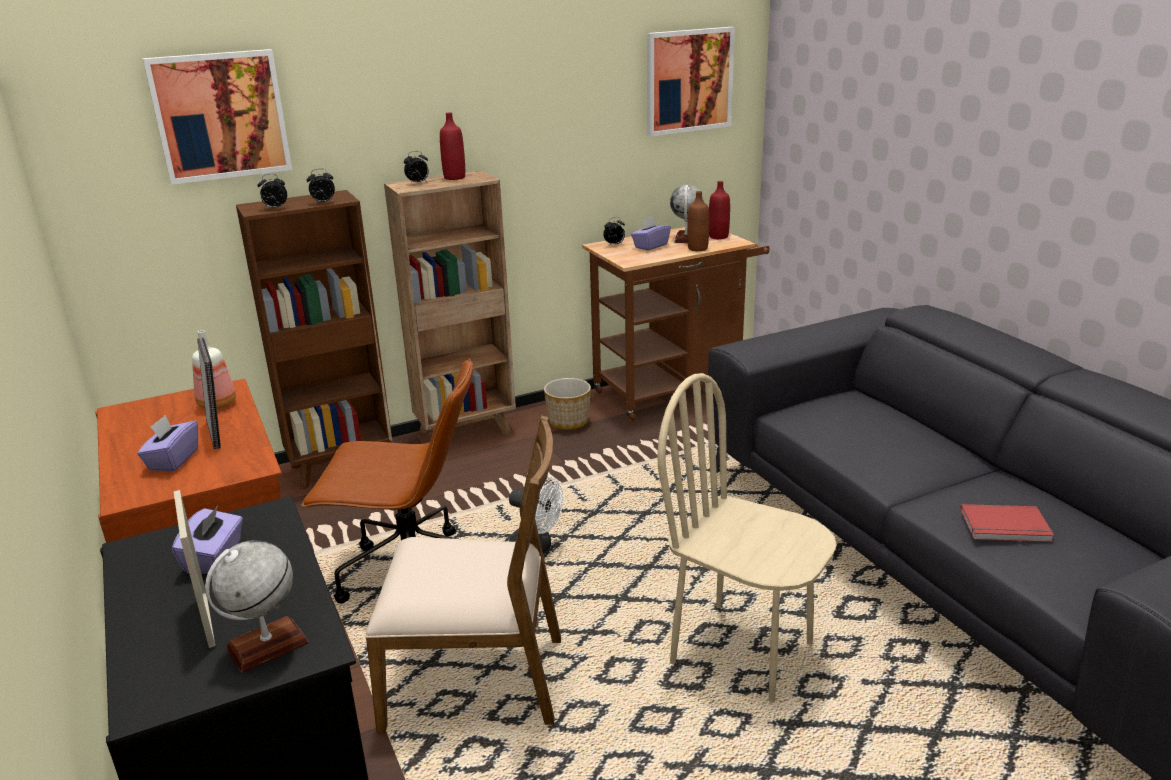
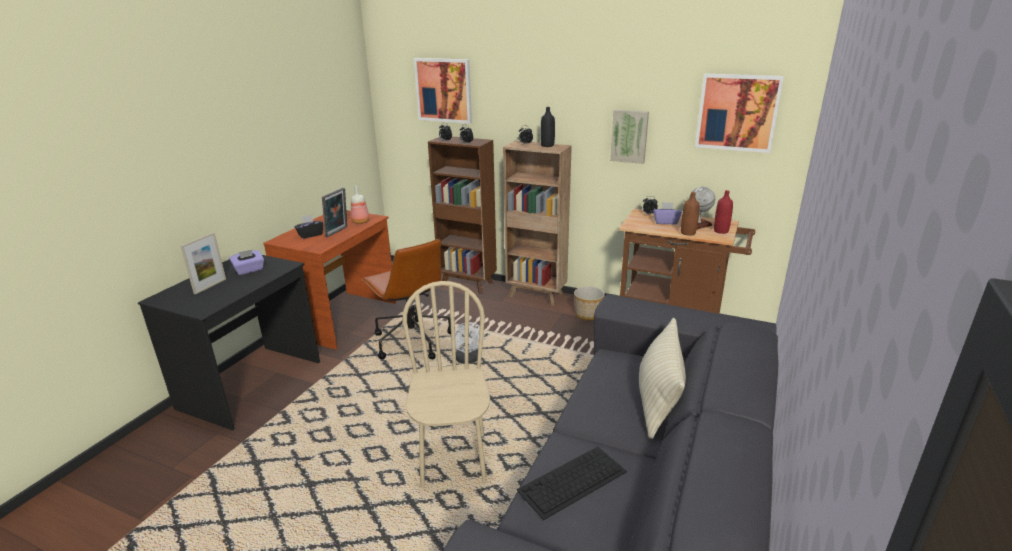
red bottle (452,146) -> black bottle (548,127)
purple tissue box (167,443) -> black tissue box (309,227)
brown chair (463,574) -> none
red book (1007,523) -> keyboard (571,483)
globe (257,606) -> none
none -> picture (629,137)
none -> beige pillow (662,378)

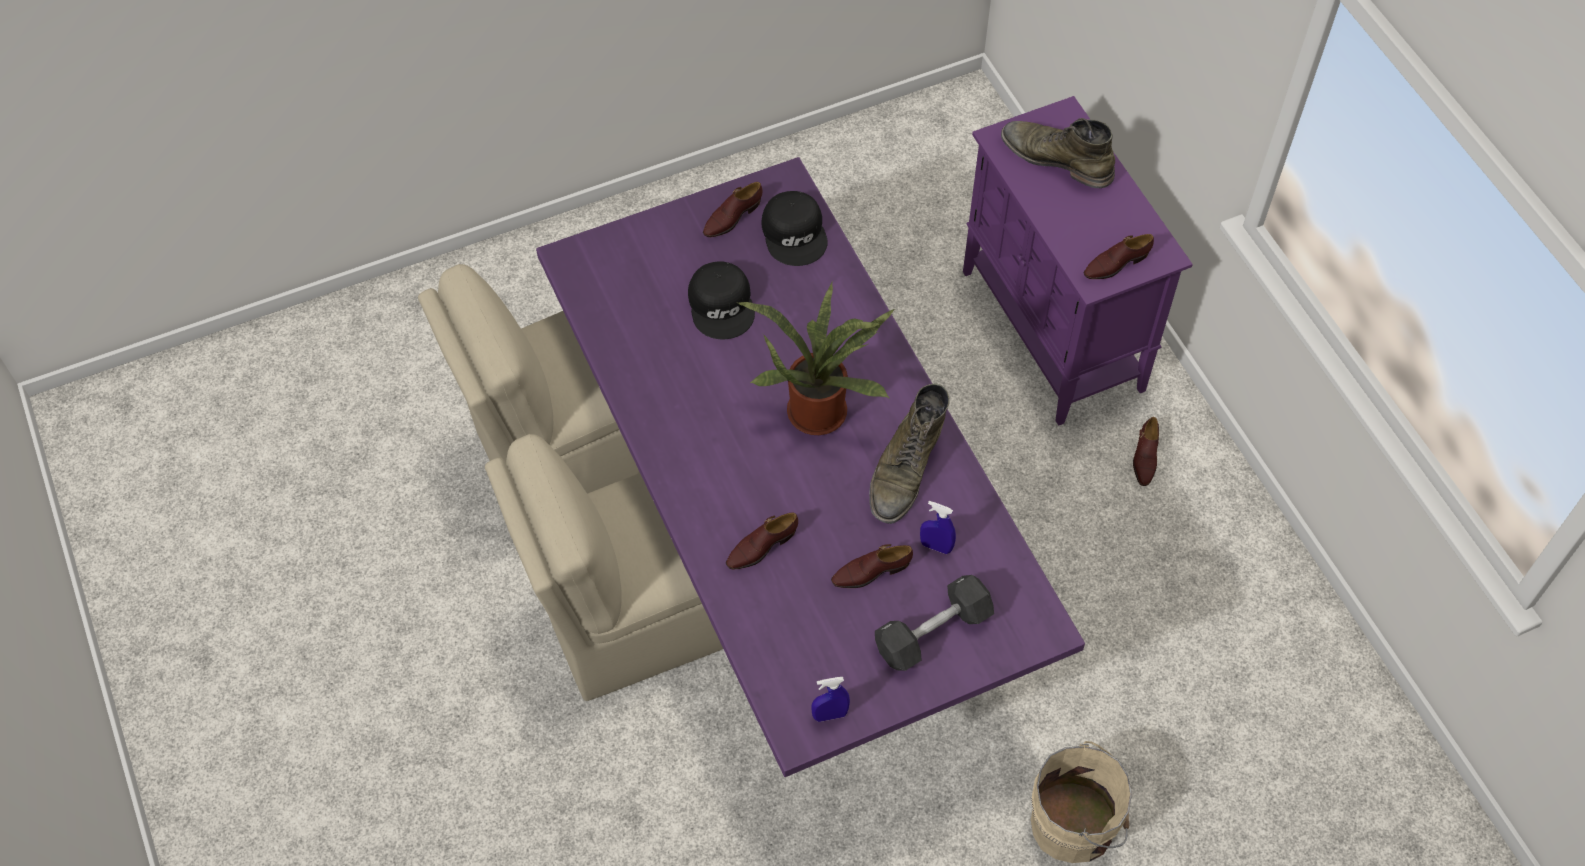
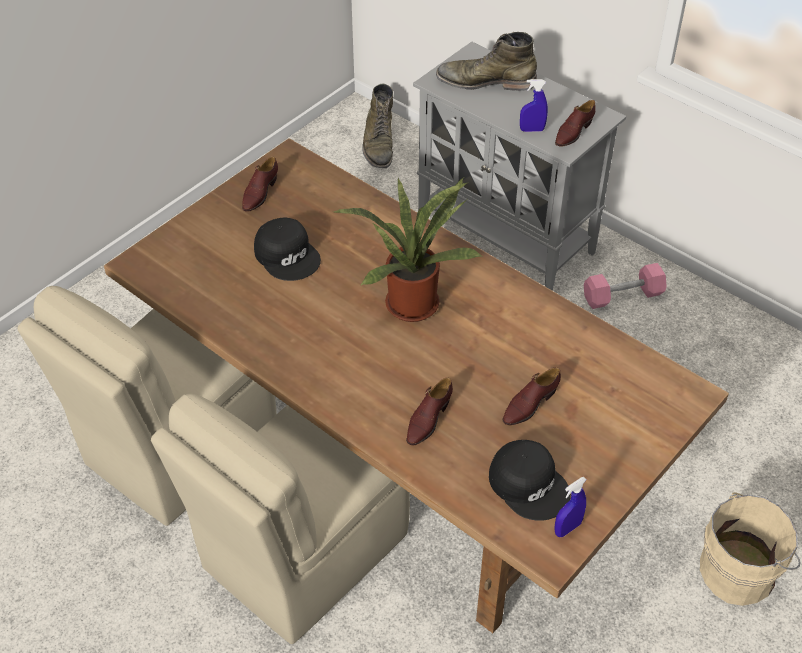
purple cabinet (1078,261) -> grey cabinet (519,166)
purple dining table (810,467) -> brown dining table (416,385)
black cap (794,228) -> black cap (530,480), shifted
green boot (909,453) -> green boot (377,126), shifted
brown shoe (1146,451) -> pink dumbbell (625,286)
blue spray bottle (938,527) -> blue spray bottle (534,105), shifted
black dumbbell (934,623) -> none

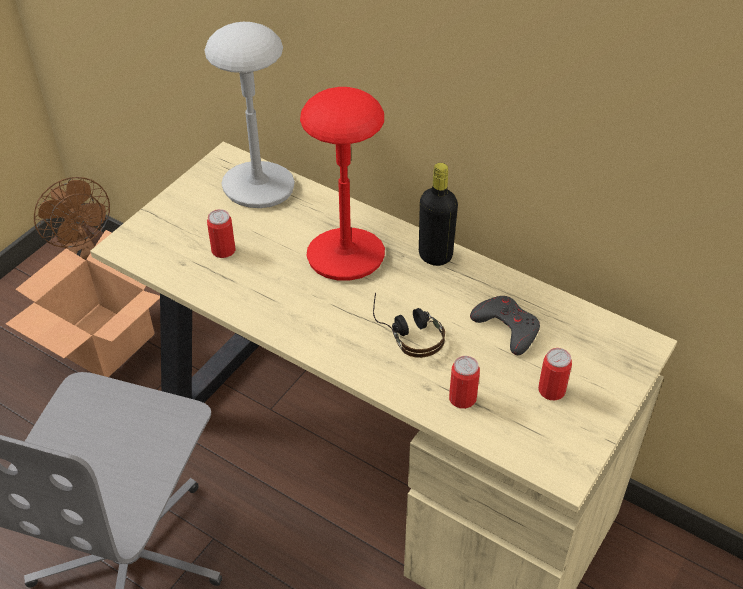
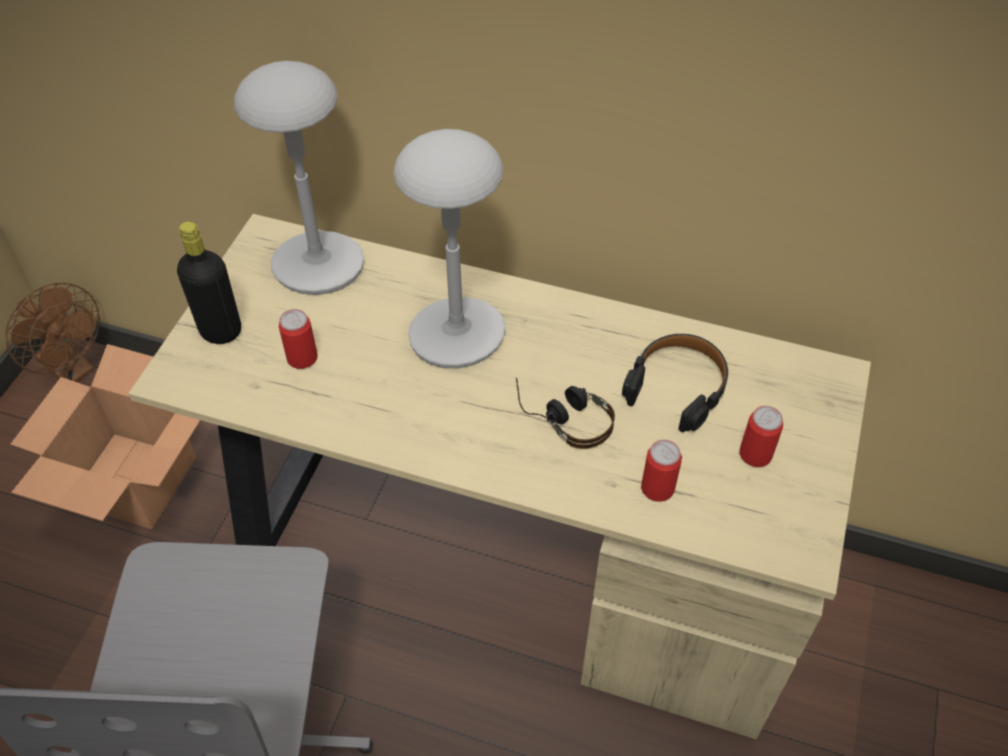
red table lamp (342,184) -> grey table lamp (449,248)
black bottle (438,214) -> black bottle (209,282), shifted
grey game controller (505,325) -> black headphones (675,383)

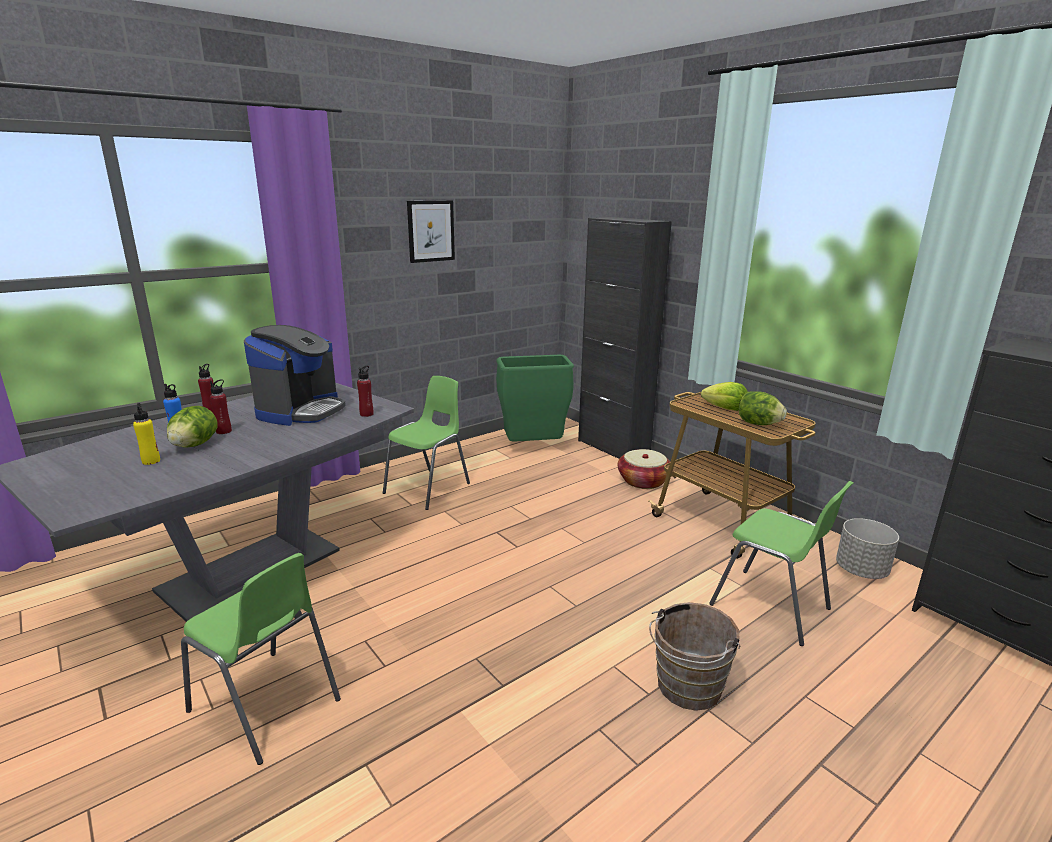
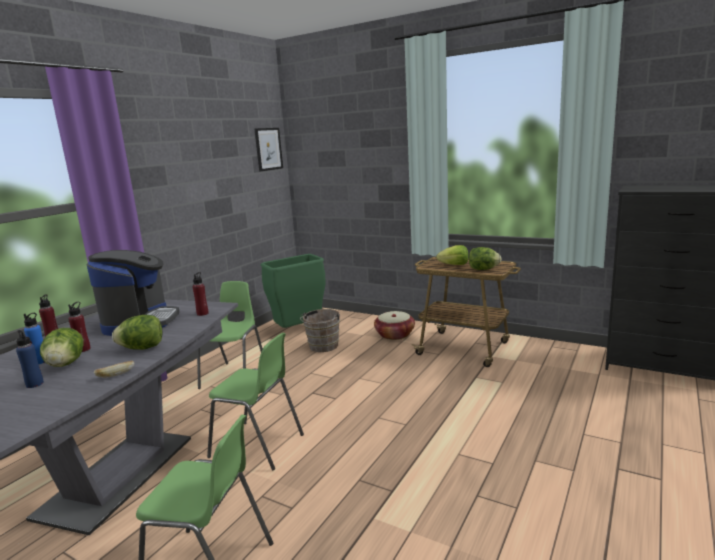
picture (431,231) -> picture (268,149), shifted
black cabinet (625,338) -> none
yellow bottle (146,434) -> blue bottle (30,359)
green chair (781,563) -> green chair (255,401), shifted
grey planter (867,548) -> none
brown bucket (694,656) -> brown bucket (320,330), shifted
none -> lettuce (137,332)
none -> bread (114,369)

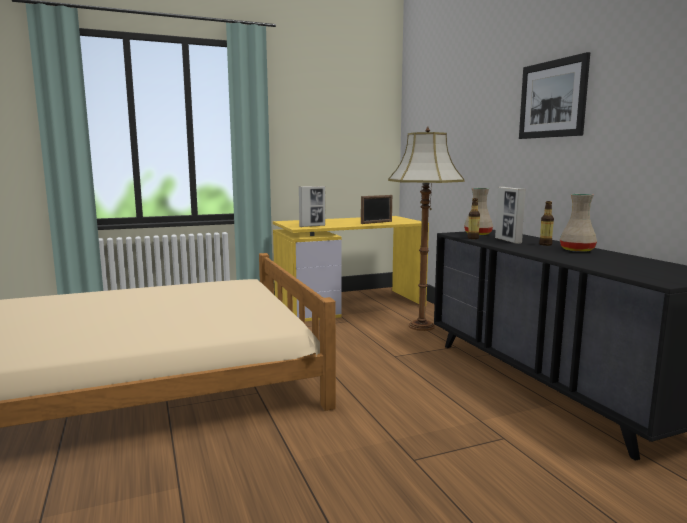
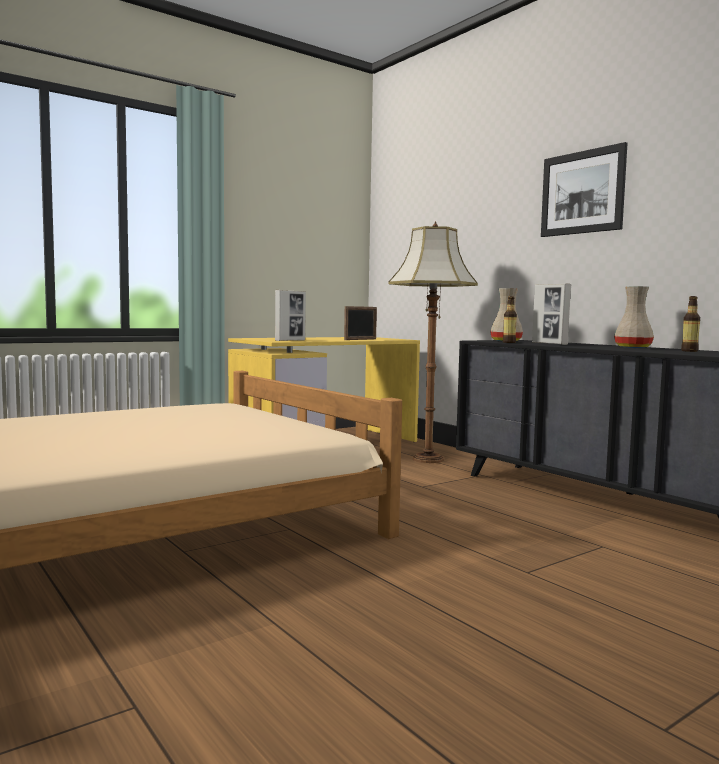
bottle (546,223) -> bottle (690,324), shifted

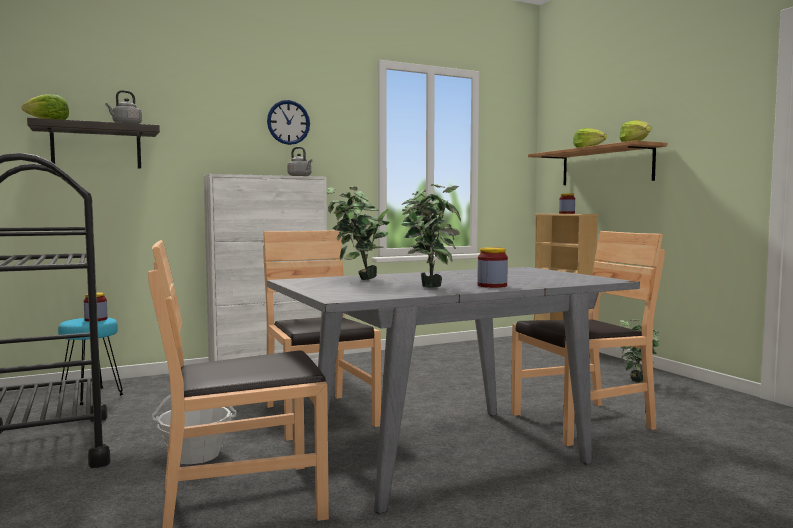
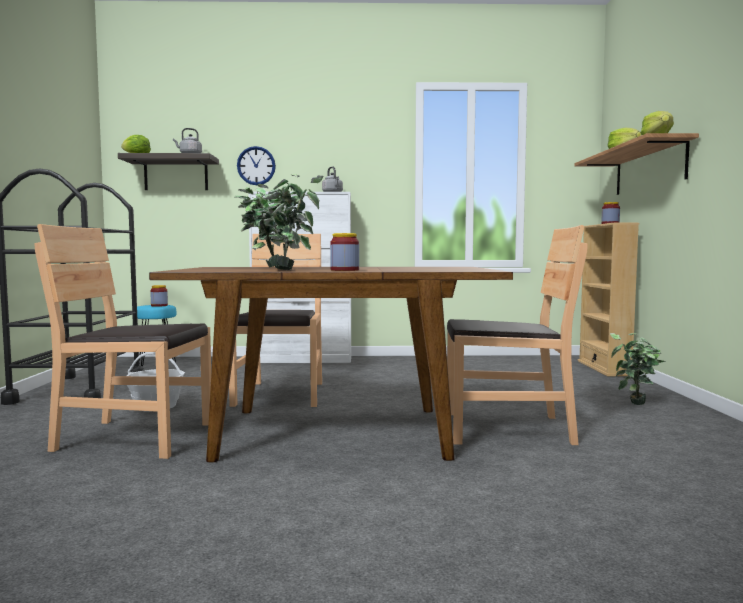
wall clock (288,122) -> wall clock (256,165), shifted
grey dining table (453,390) -> brown dining table (331,364)

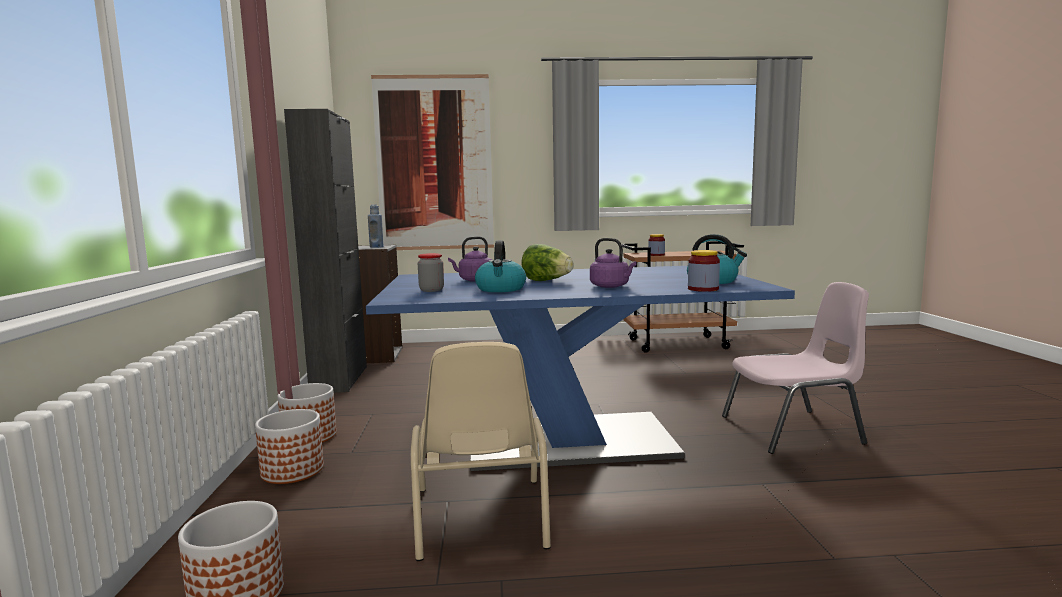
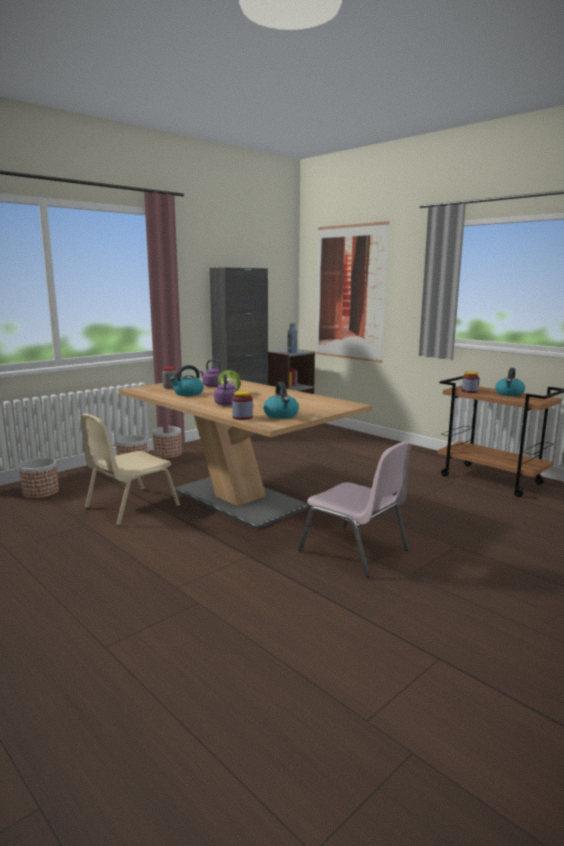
blue dining table (580,368) -> brown dining table (245,453)
none -> kettle (510,382)

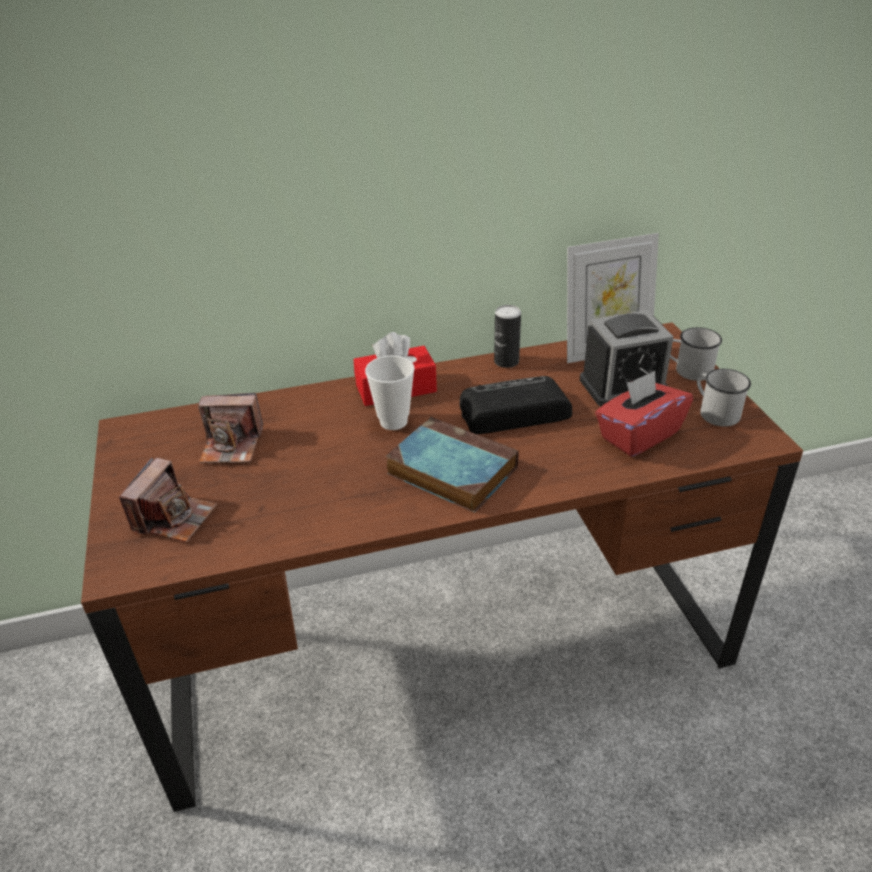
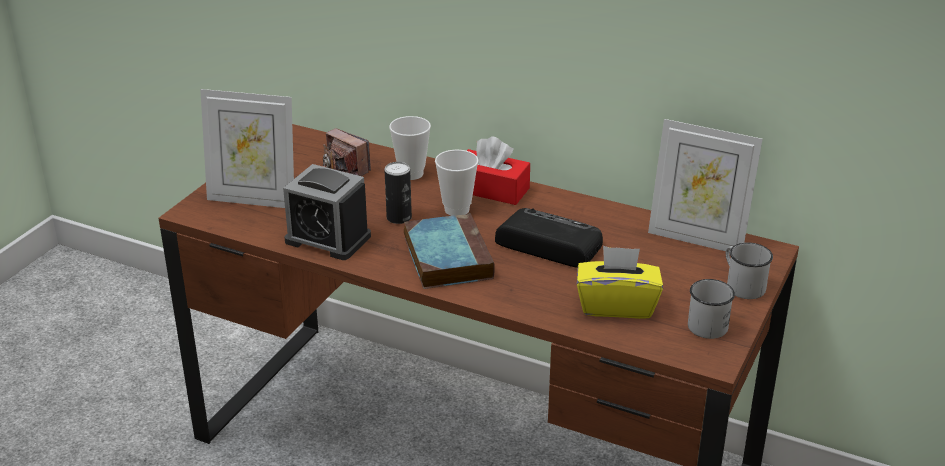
can (507,336) -> can (398,193), shifted
alarm clock (626,358) -> alarm clock (327,212), shifted
red tissue box (644,414) -> yellow tissue box (620,282)
photo camera (168,499) -> picture frame (247,148)
none -> cup (410,148)

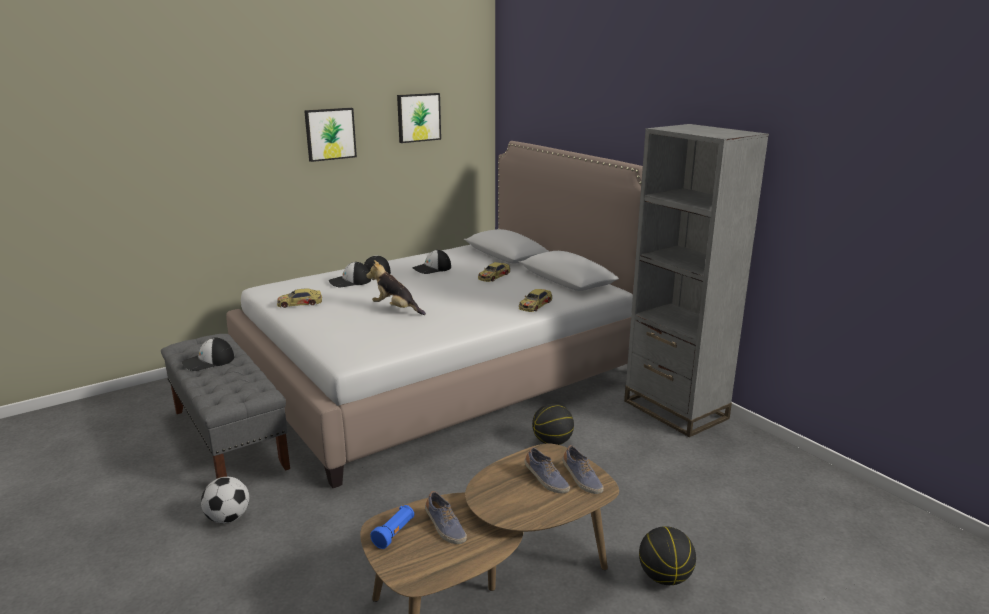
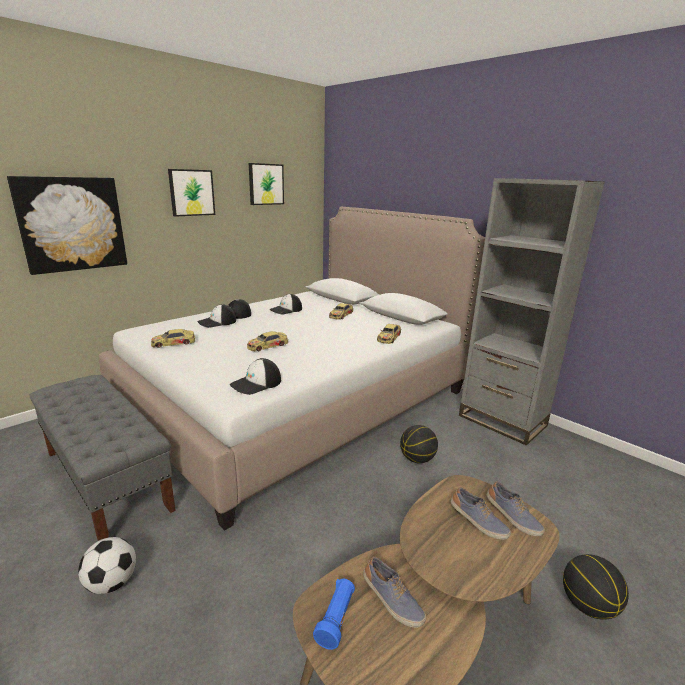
plush toy (396,287) -> toy car (267,341)
cap (208,354) -> cap (255,376), shifted
none -> picture (67,225)

